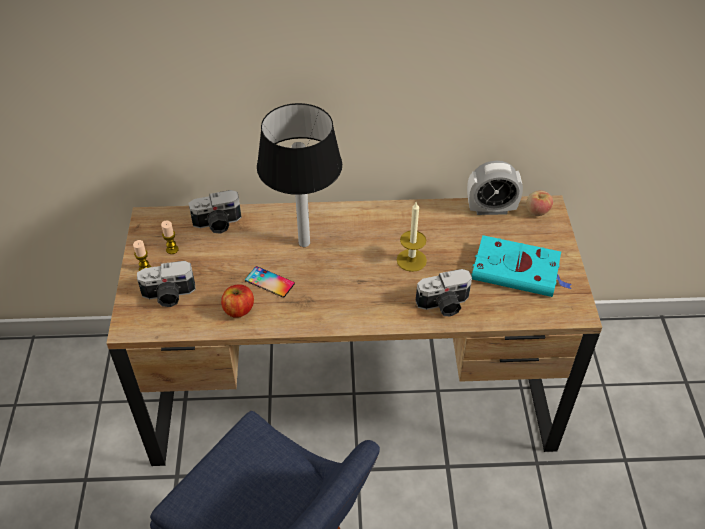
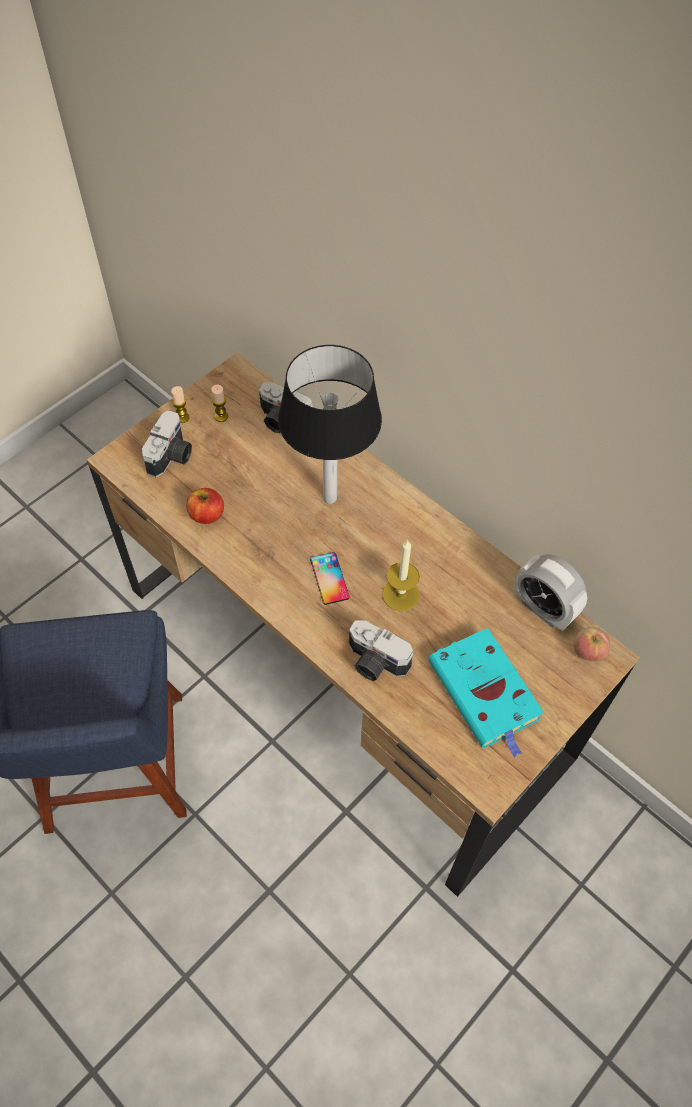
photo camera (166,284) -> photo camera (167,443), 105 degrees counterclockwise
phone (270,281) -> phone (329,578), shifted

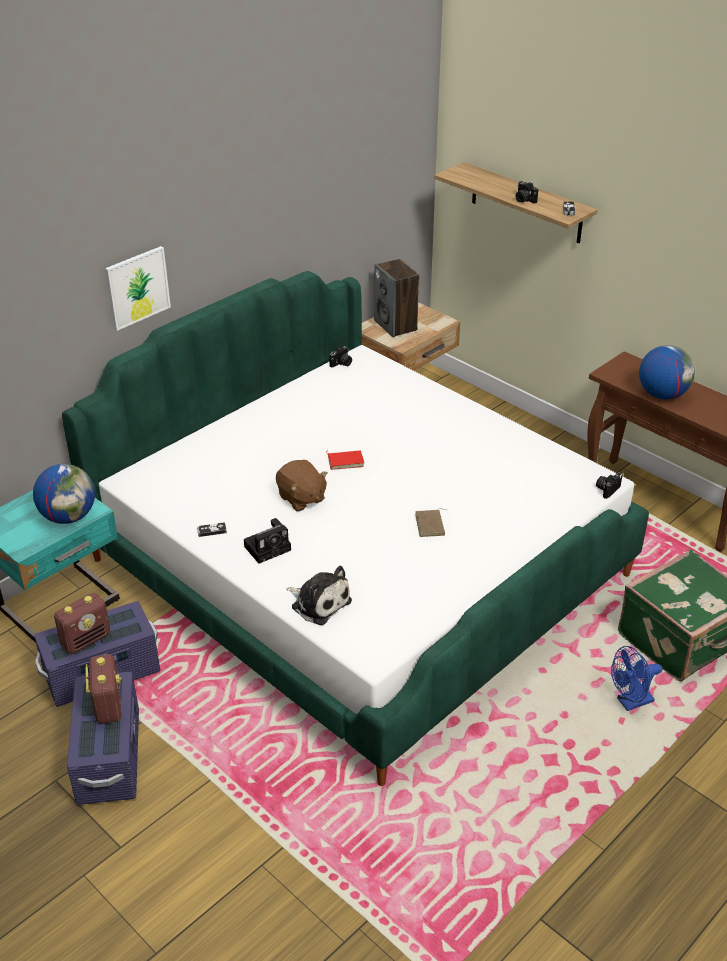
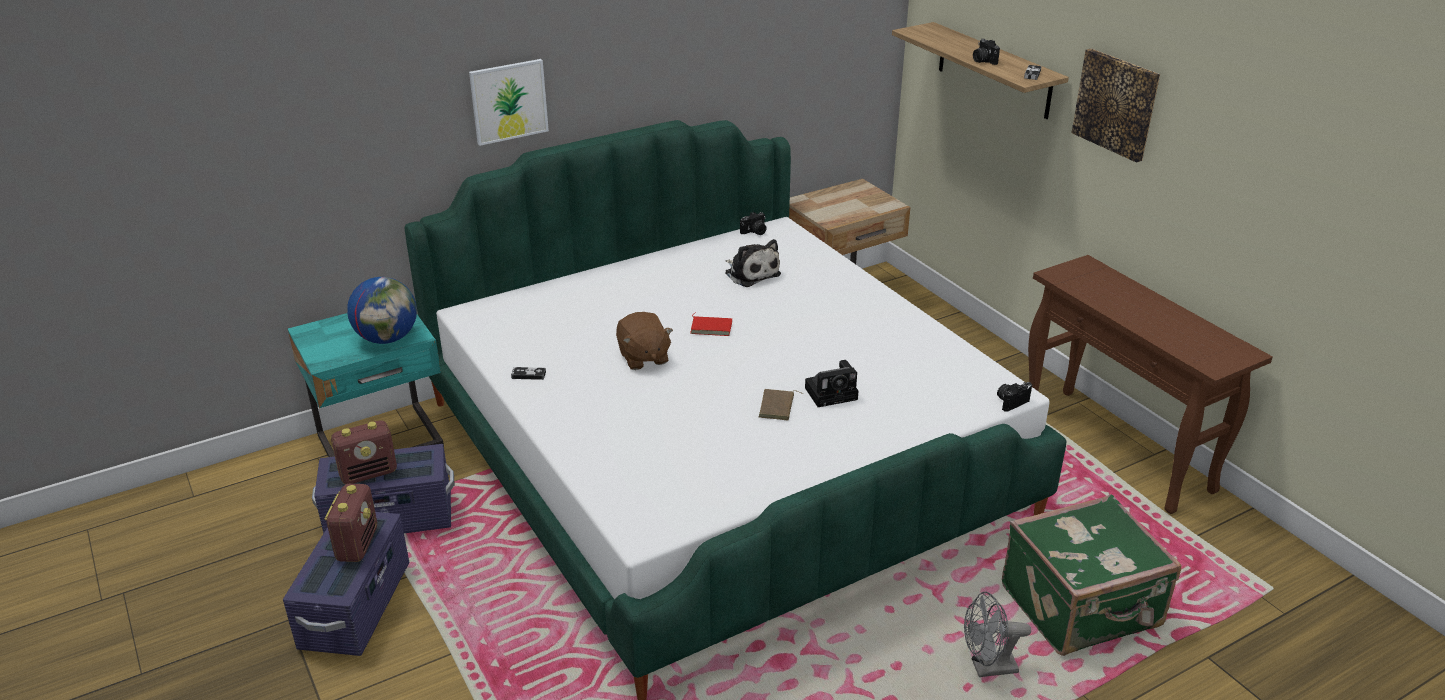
speaker (396,298) -> none
globe (667,372) -> none
photo camera (267,541) -> photo camera (831,383), shifted
plush toy (319,595) -> plush toy (753,263), shifted
blue fan (636,678) -> grey fan (997,634)
none -> picture (1115,105)

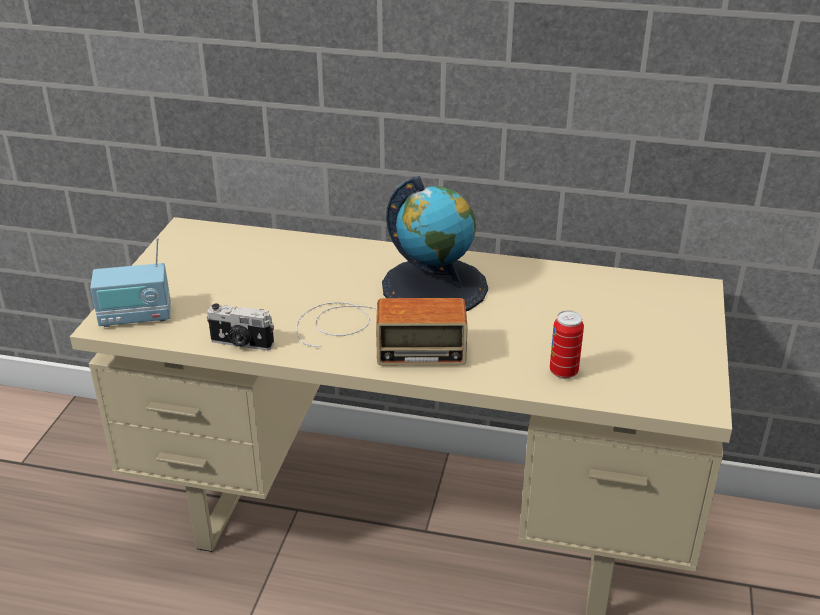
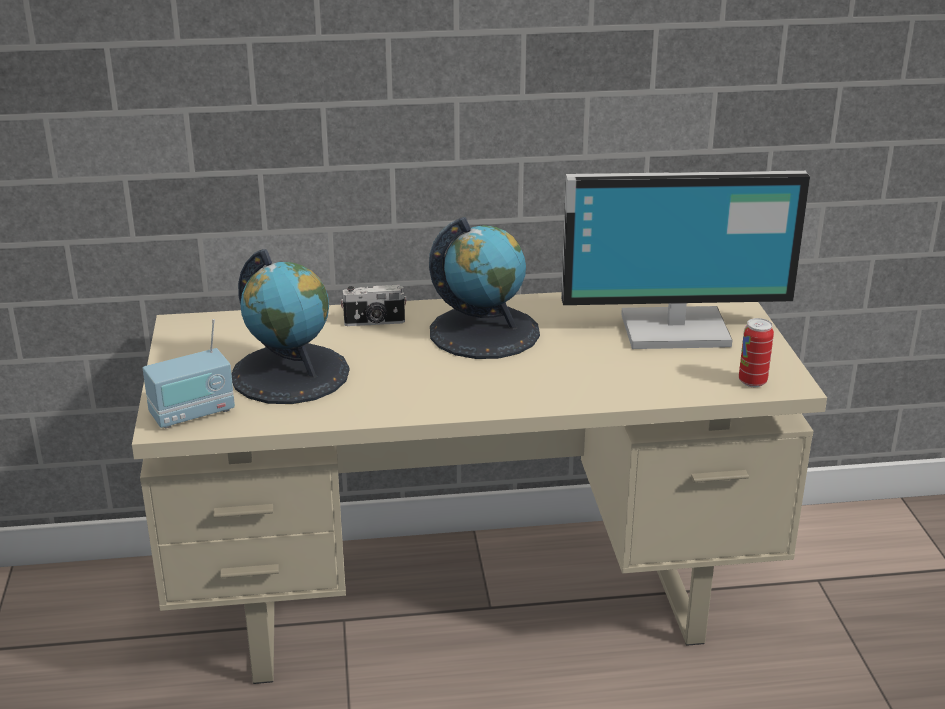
radio (382,332) -> none
photo camera (240,327) -> photo camera (373,305), shifted
can (567,344) -> can (756,352), shifted
none -> monitor (685,260)
none -> globe (290,326)

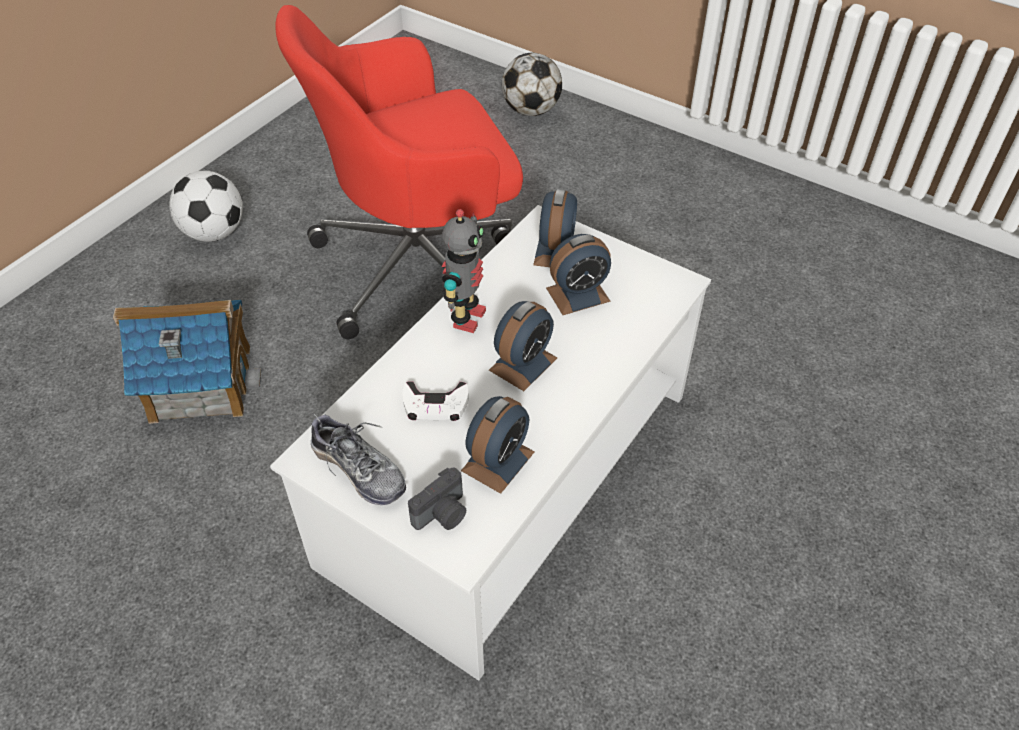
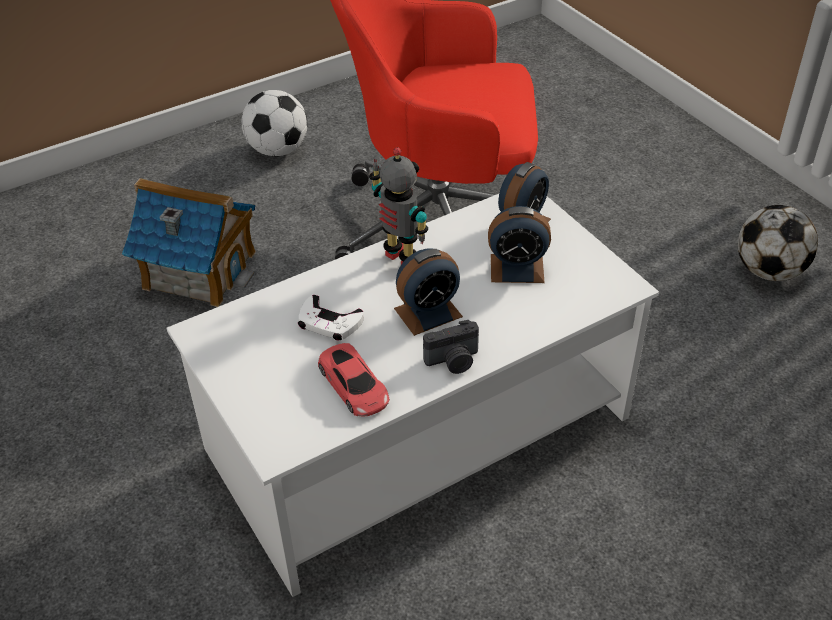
football (532,84) -> football (778,243), shifted
toy robot (464,271) -> toy robot (398,206), 90 degrees counterclockwise
alarm clock (498,445) -> red toy car (354,379)
shoe (358,458) -> none
photo camera (437,499) -> photo camera (451,347), shifted

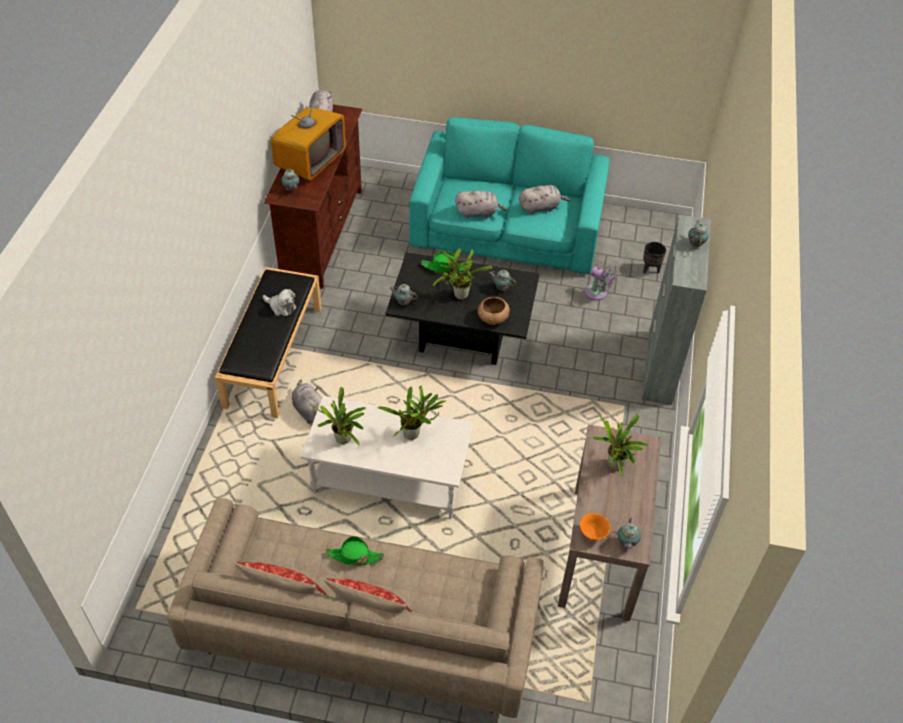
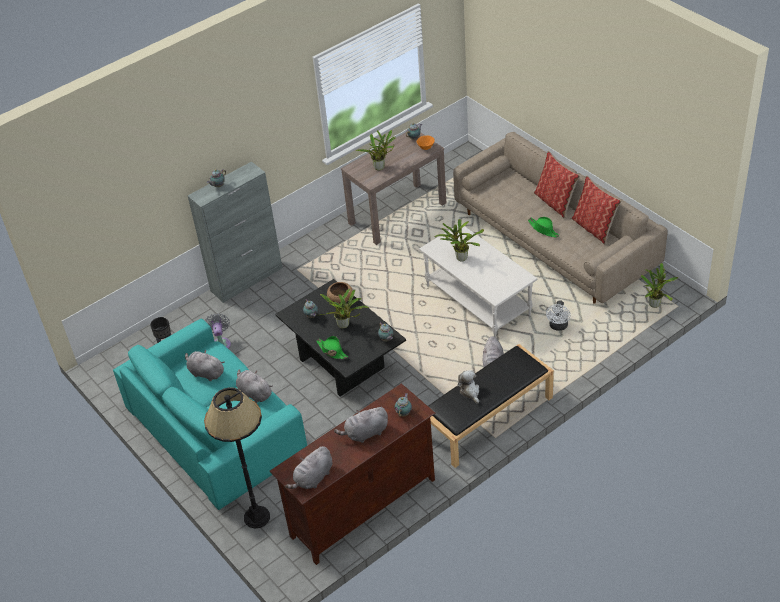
television (308,136) -> grey plush toy (361,425)
potted plant (337,416) -> potted plant (659,285), shifted
none -> white fan (558,315)
none -> black floor lamp (237,457)

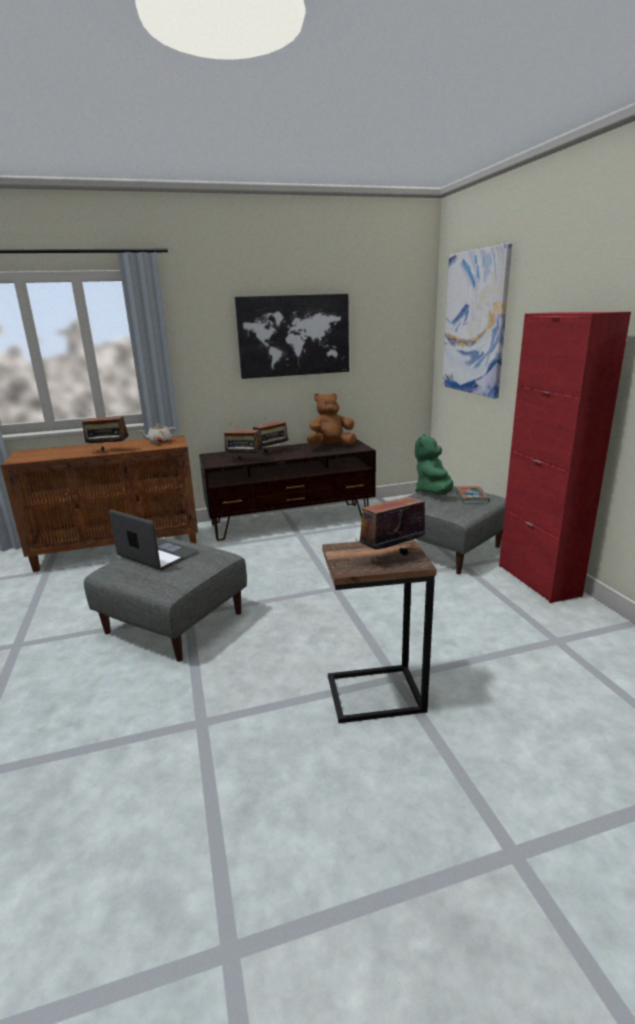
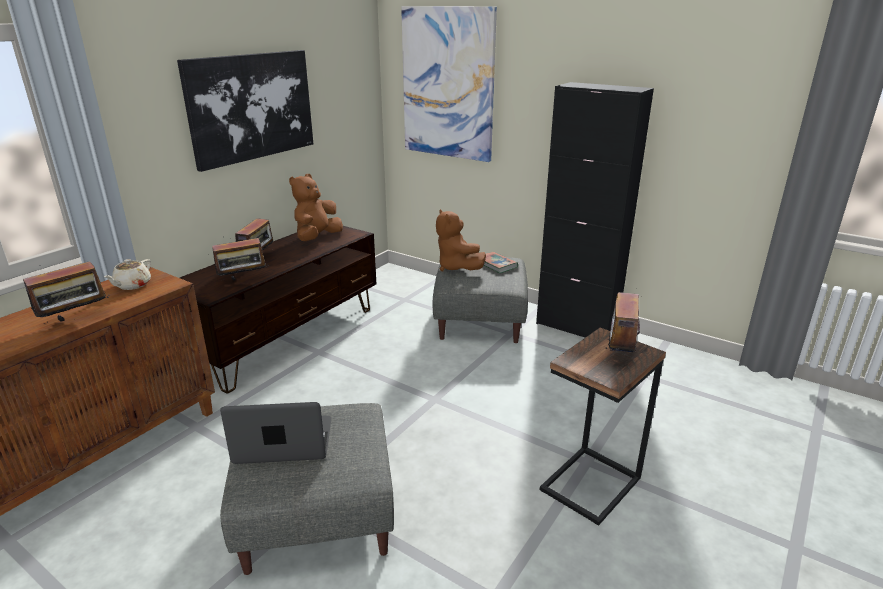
red cabinet (565,457) -> black cabinet (595,210)
green plush toy (434,464) -> brown plush toy (461,240)

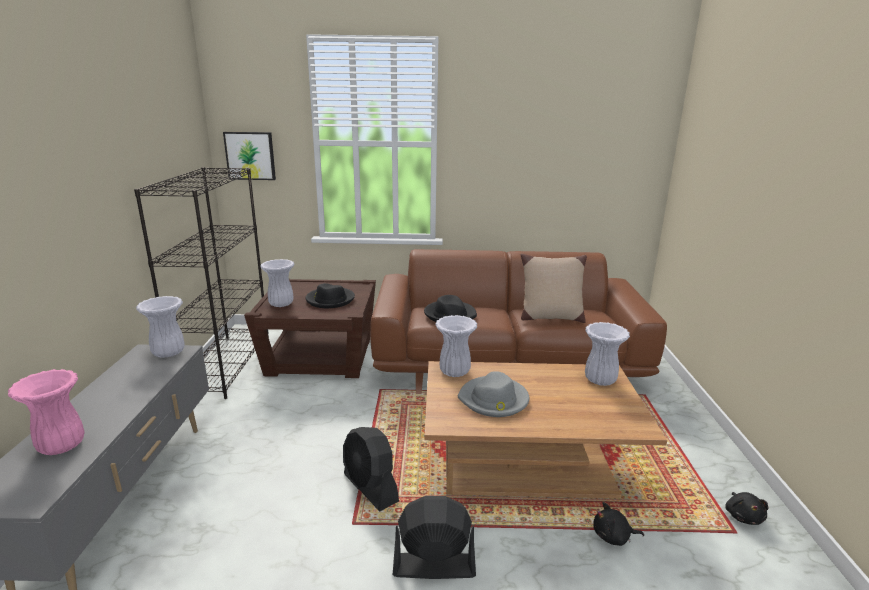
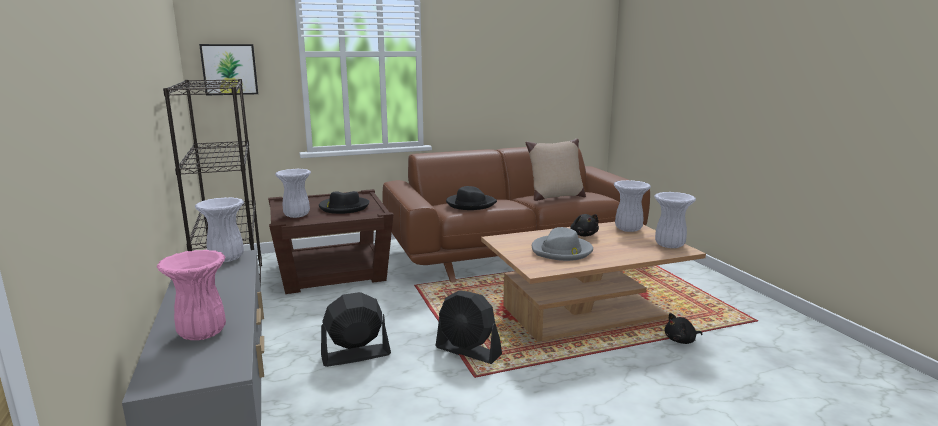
white vase (456,346) -> white vase (675,220), shifted
black plush toy (746,508) -> black plush toy (584,225), shifted
black fan (434,537) -> black fan (356,329), shifted

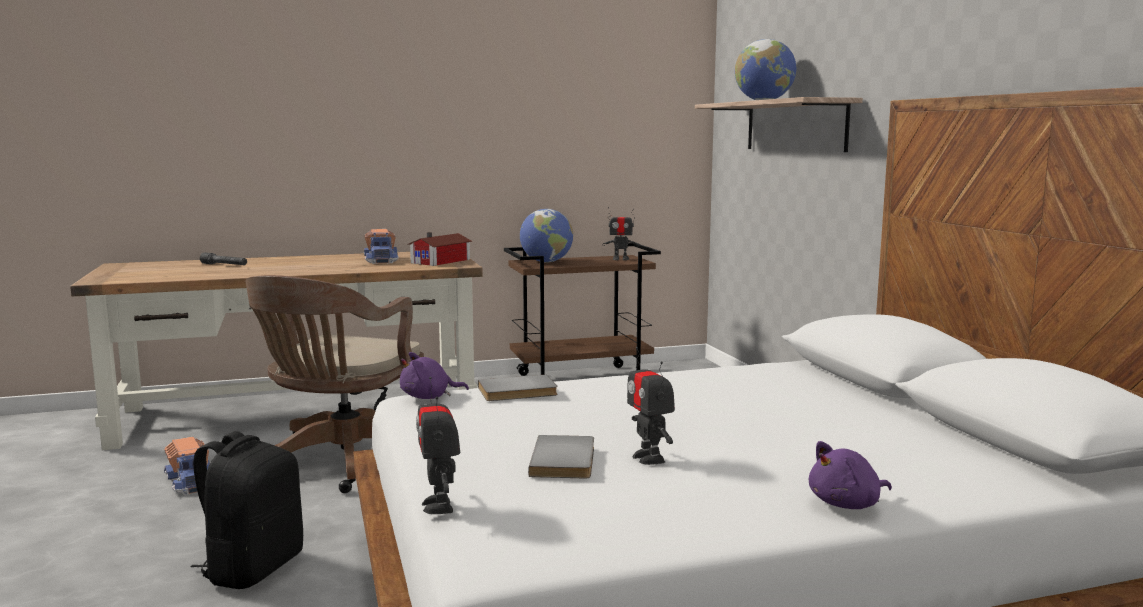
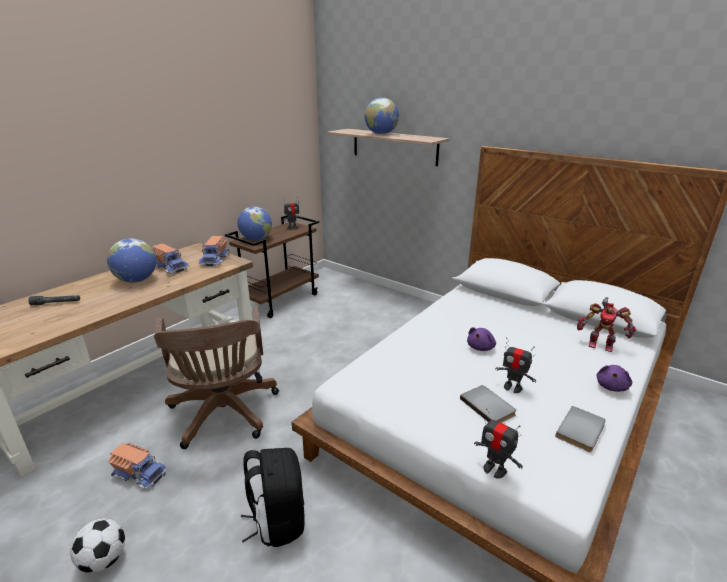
toy house (439,249) -> toy truck (214,251)
purple plush toy (434,375) -> purple plush toy (481,339), shifted
grey book (517,388) -> grey book (580,429), shifted
none -> globe (131,260)
none -> toy robot (606,324)
none -> football (97,545)

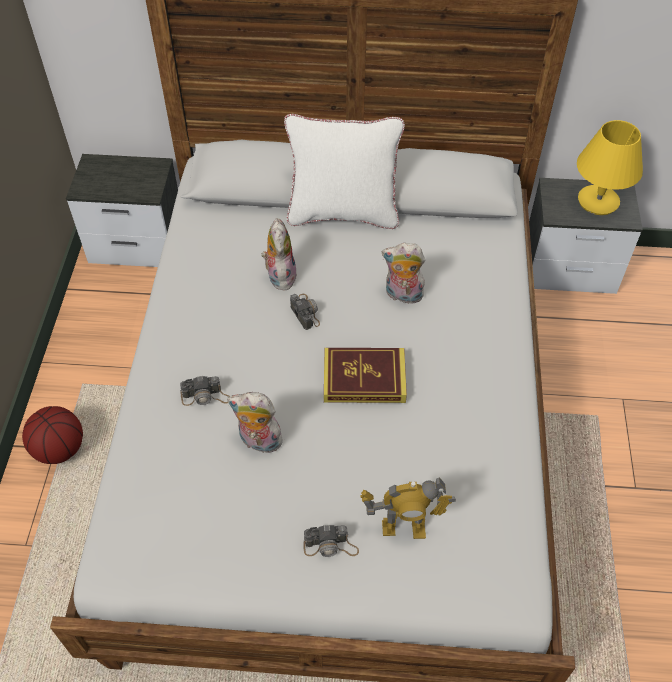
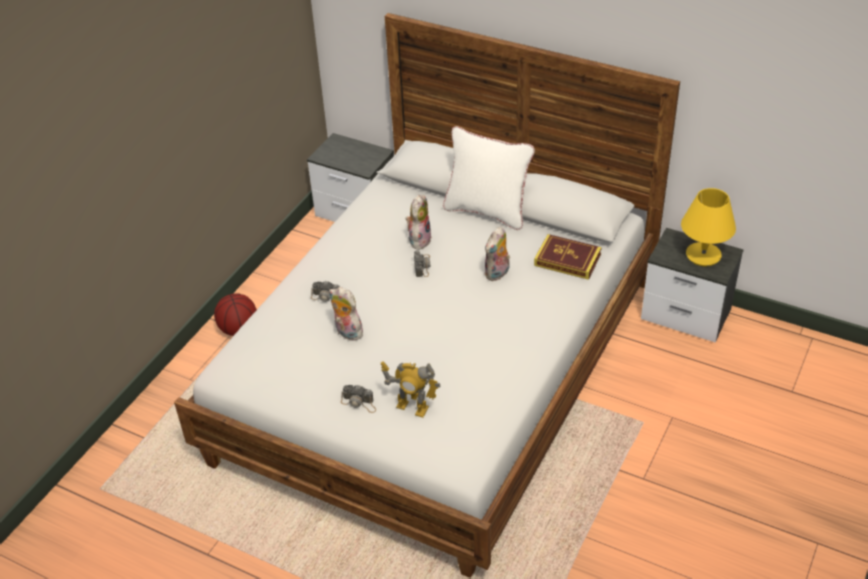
plush toy (403,273) -> plush toy (497,253), 90 degrees counterclockwise
book (365,375) -> book (568,257), shifted

